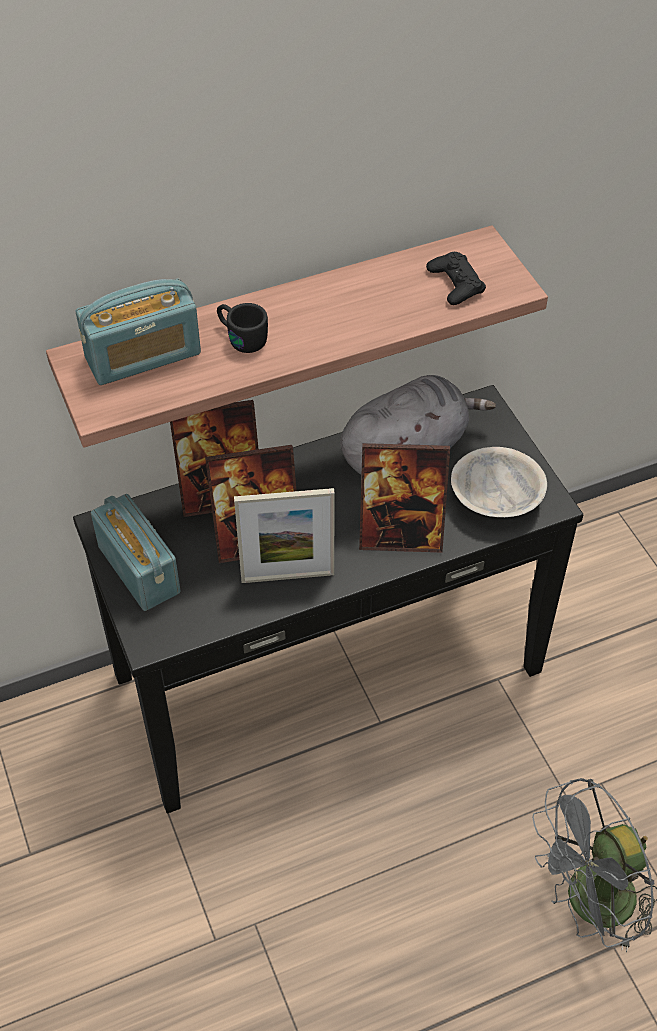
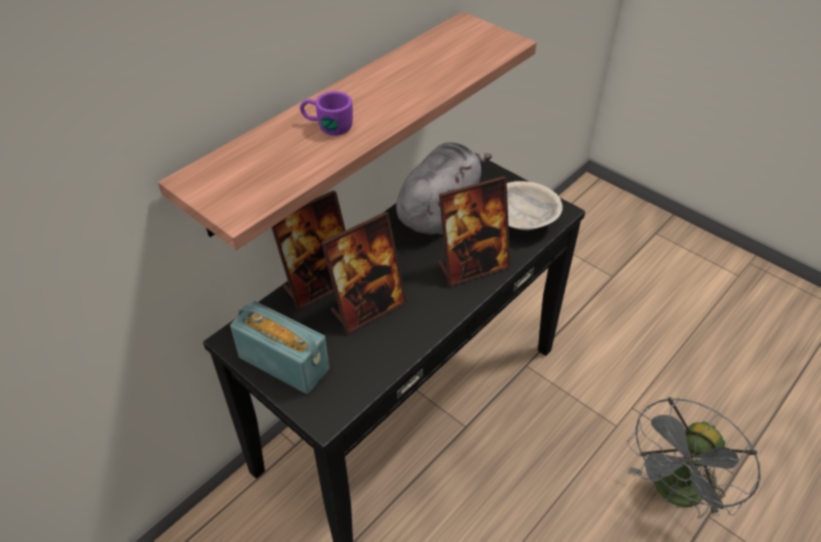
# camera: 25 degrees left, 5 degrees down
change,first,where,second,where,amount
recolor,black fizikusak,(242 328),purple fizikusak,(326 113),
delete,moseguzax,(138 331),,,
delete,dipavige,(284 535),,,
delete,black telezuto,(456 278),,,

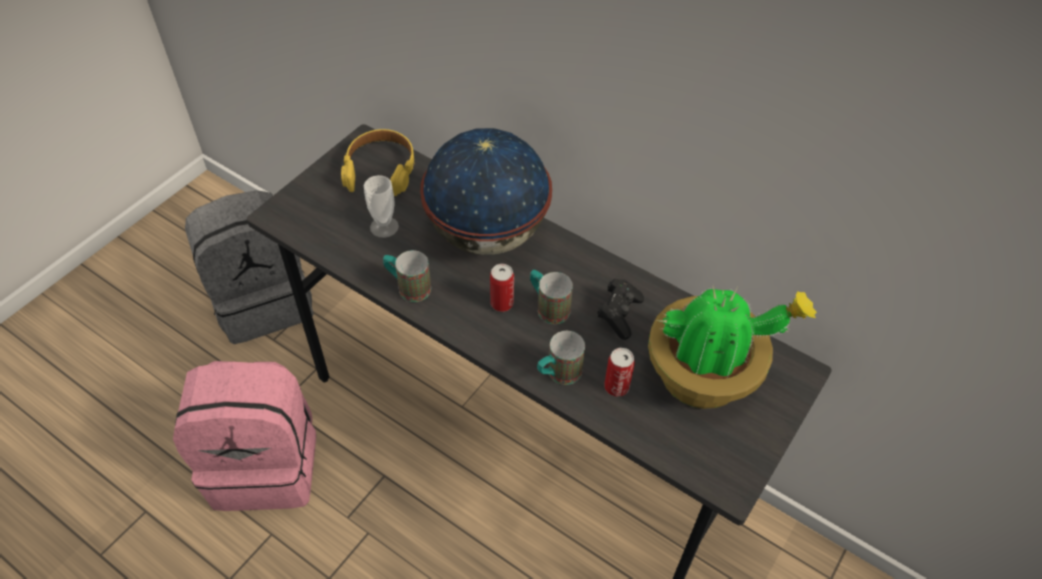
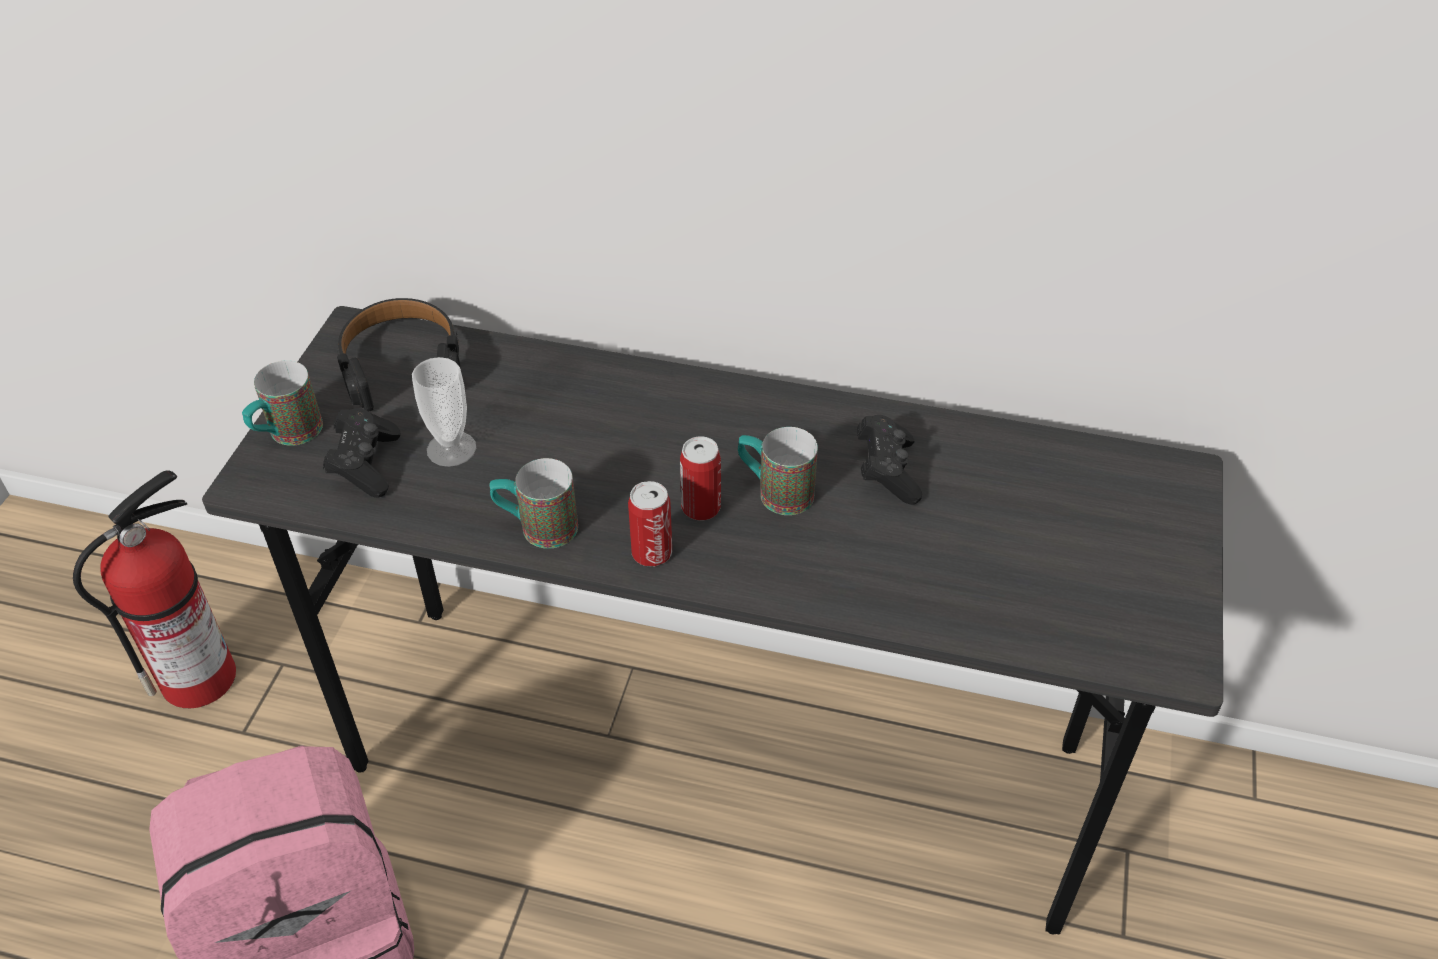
# camera: 20 degrees left, 5 degrees down
change,first,where,second,where,amount
replace,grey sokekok,(249 267),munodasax,(154 589),
move,fizikusak,(561 358),,(282 403),
insert,,,black telezuto,(361 453),
recolor,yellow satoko,(378 162),black satoko,(399 355),
move,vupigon,(619 372),,(650 523),
delete,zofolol,(486 191),,,
delete,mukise,(732 347),,,

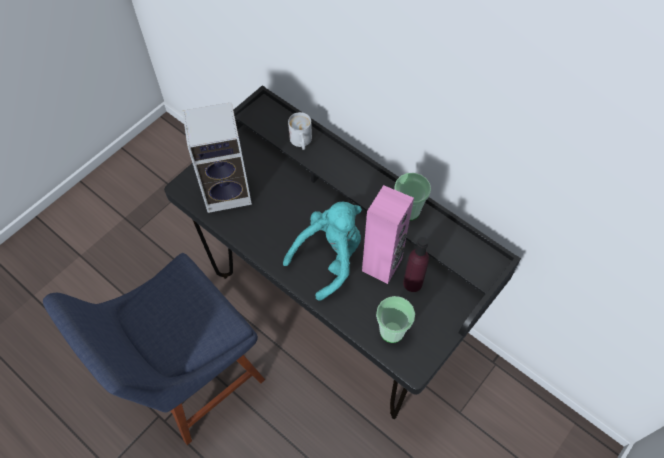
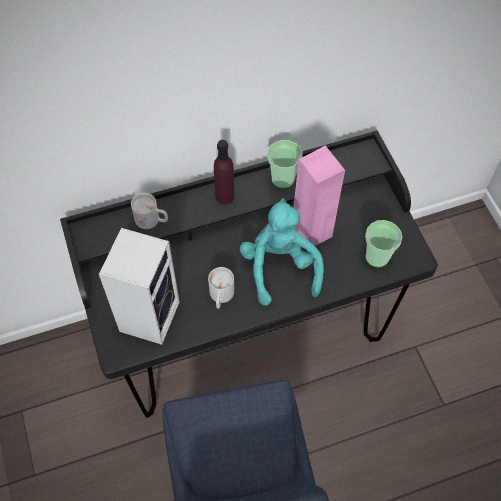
# camera: 60 degrees left, 0 degrees up
change,first,where,second,where,amount
insert,,,white fizikusak,(221 288),
move,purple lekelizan,(416 264),,(224 172),

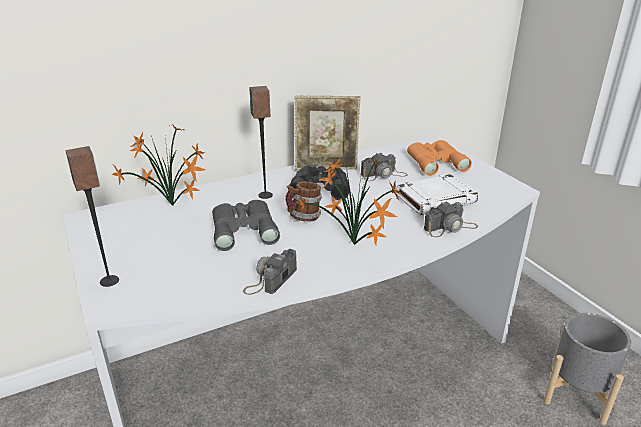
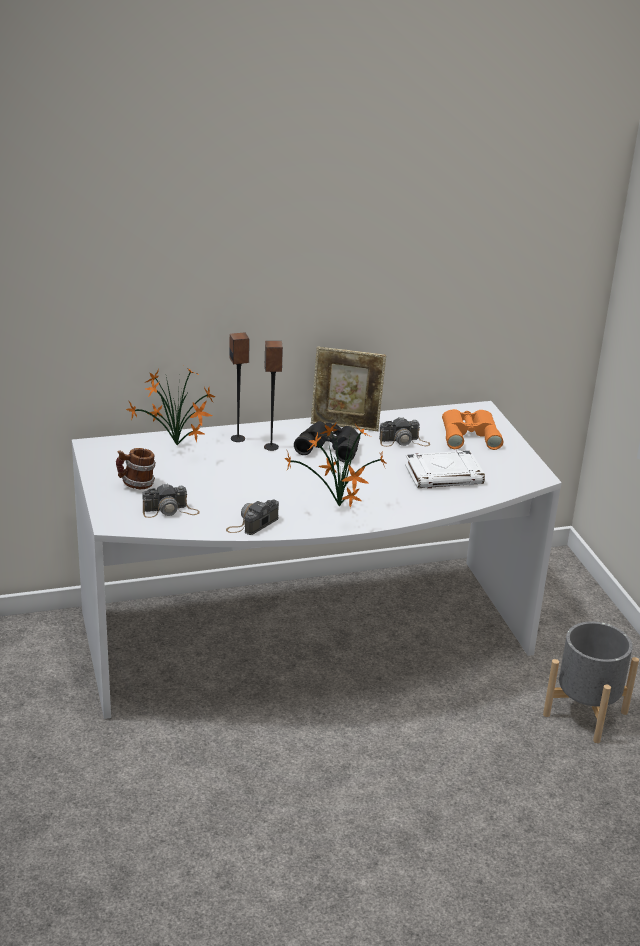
# camera: 10 degrees right, 0 degrees up
change,first,where,second,where,amount
move,fizikusak,(304 201),,(136 468),
move,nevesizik,(451 219),,(171 500),
move,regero,(92 216),,(239 387),
delete,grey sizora,(246 225),,,

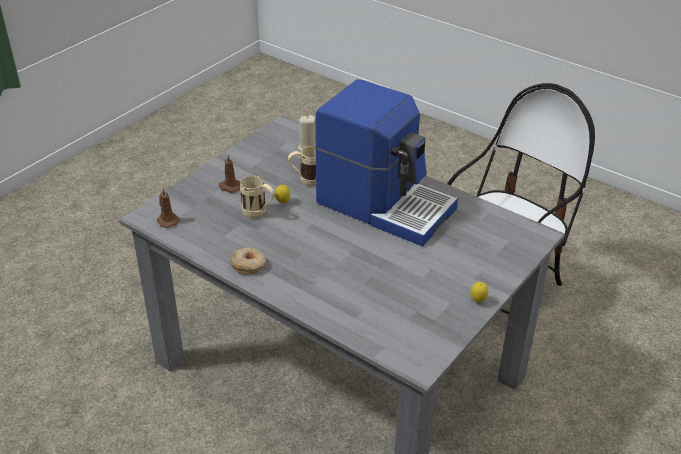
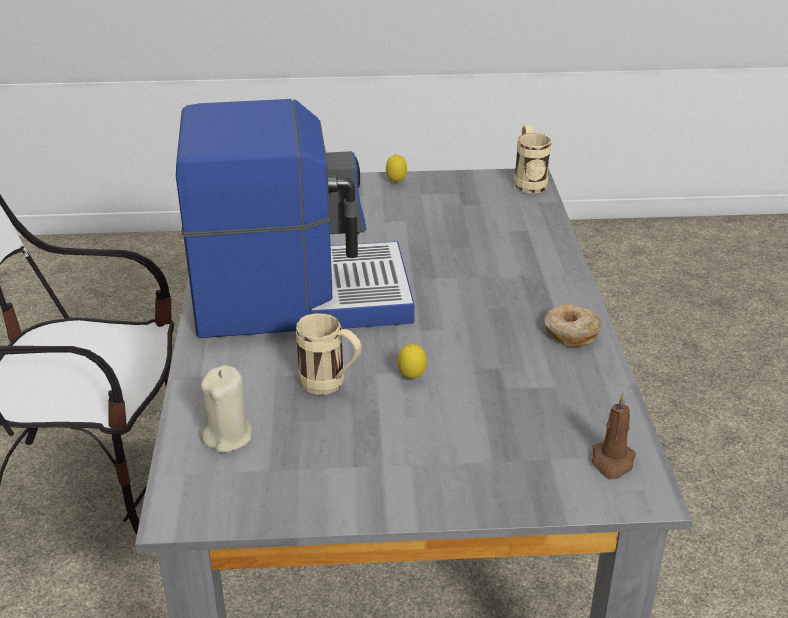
# camera: 130 degrees left, 5 degrees down
change,first,where,second,where,amount
rotate,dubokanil,(386 163),,(295 218),90 degrees clockwise
move,beige fizikusak,(257 197),,(532 159),
delete,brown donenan,(229 174),,,

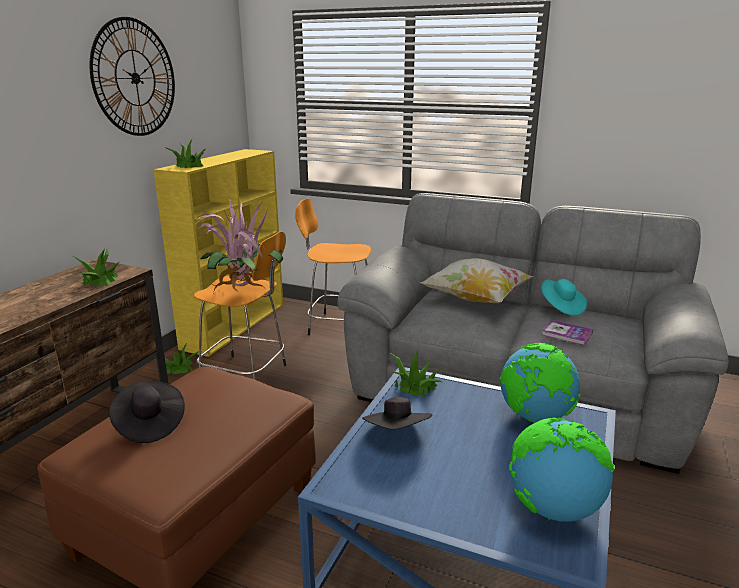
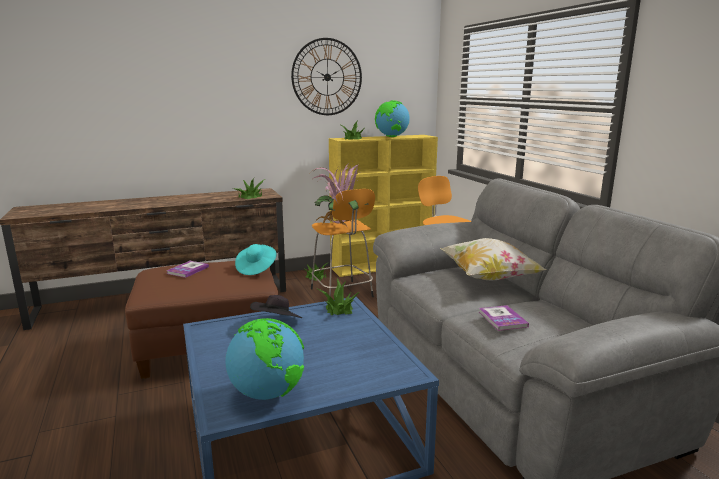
# camera: 45 degrees right, 5 degrees down
change,first,where,second,where,amount
replace,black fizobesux,(147 412),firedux,(188 269),
move,turquoise fizobesux,(564 297),,(256 259),
move,zofolol,(540 383),,(392 118),

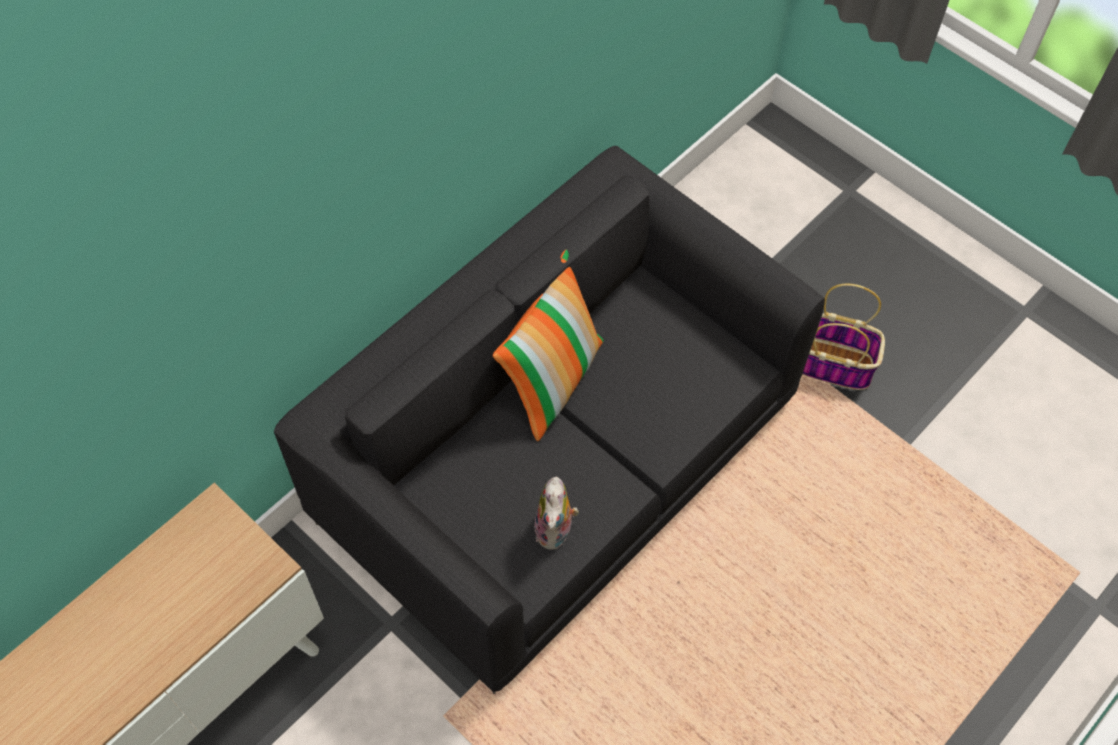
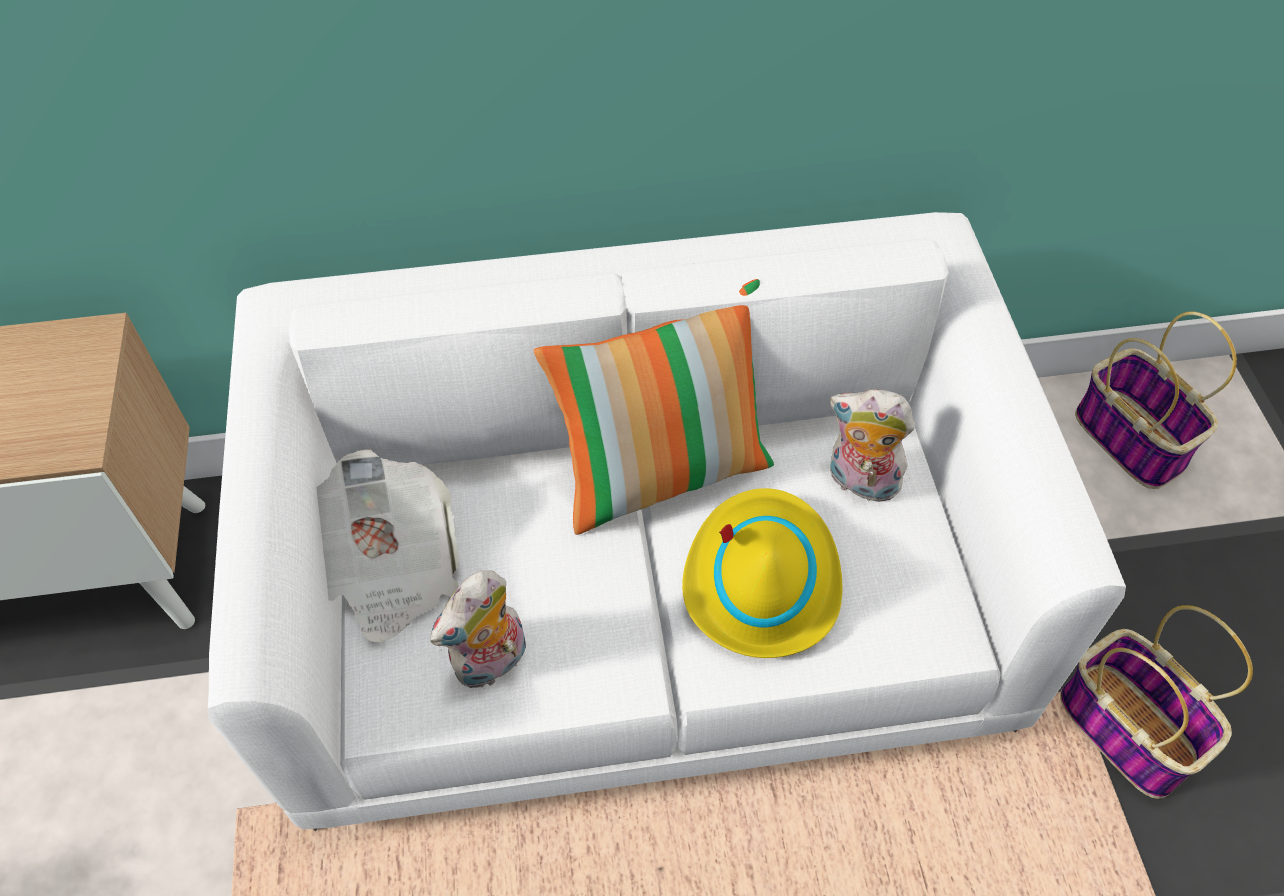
# camera: 40 degrees right, 5 degrees down
change,first,where,second,where,amount
recolor,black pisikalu,(549 420),white pisikalu,(667 522),
insert,,,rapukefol,(387 546),
insert,,,yellow fizobesux,(762 573),
insert,,,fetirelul,(872 445),
insert,,,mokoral,(1156 400),

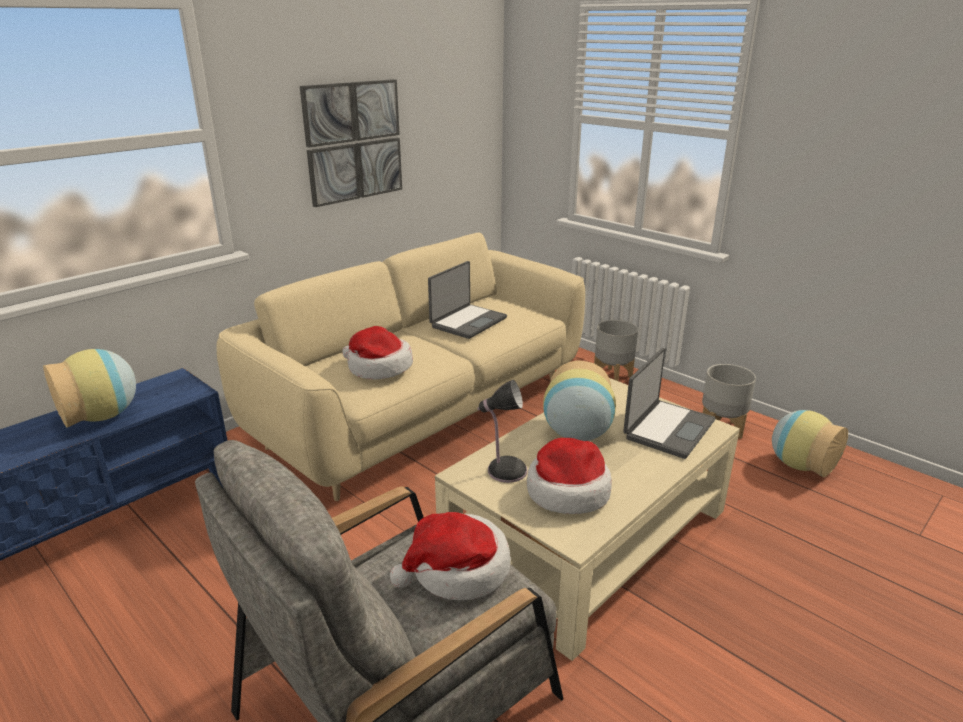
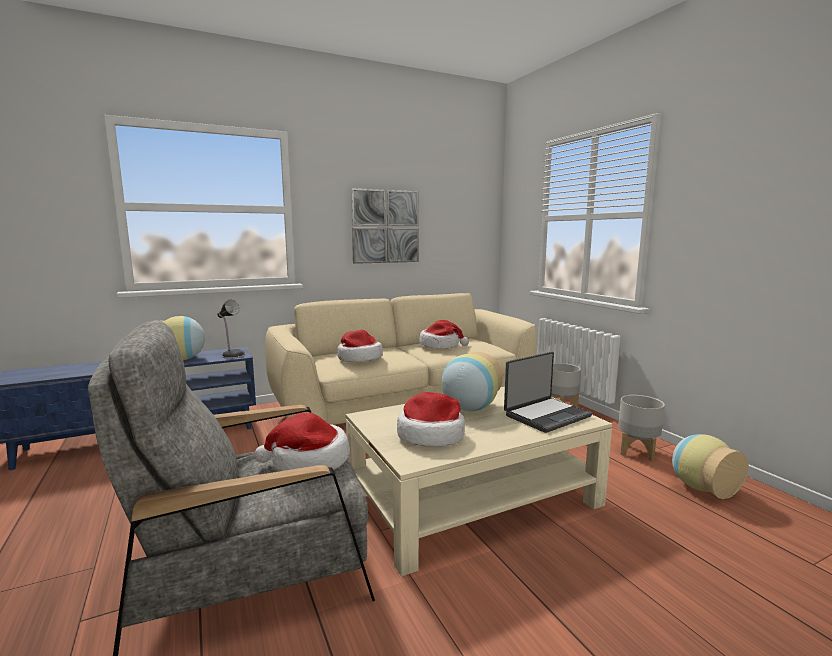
# camera: 20 degrees right, 15 degrees down
change,first,where,second,where,amount
move,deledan,(502 431),,(231 329),
replace,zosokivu,(467 300),fizobesux,(444 334),

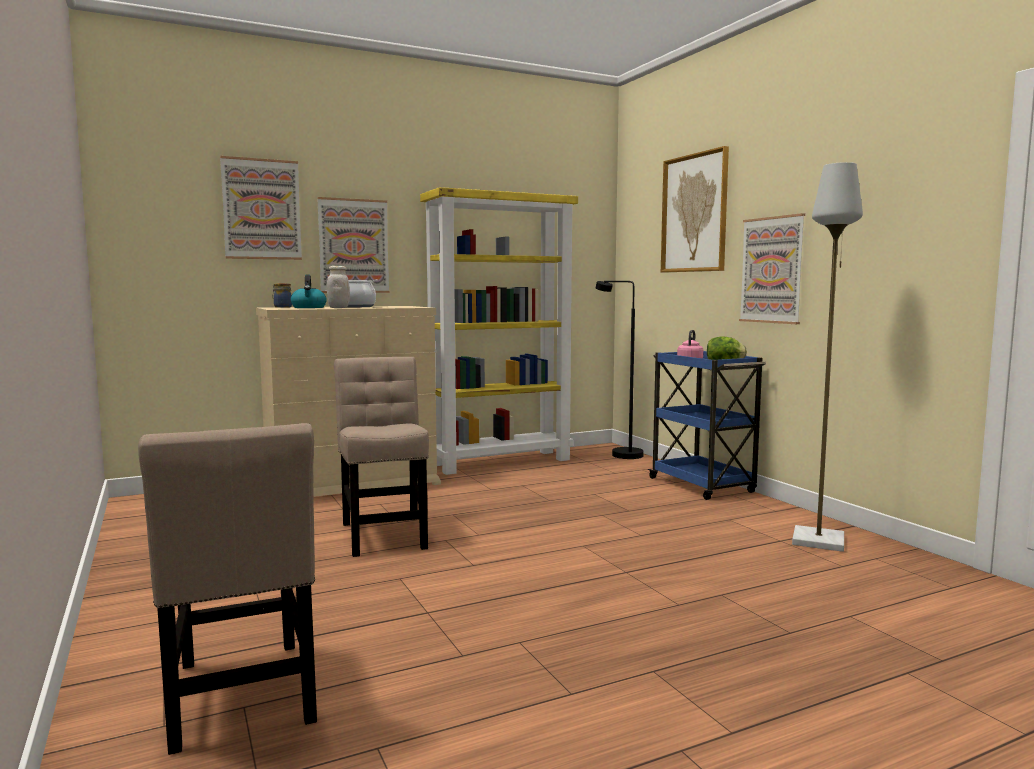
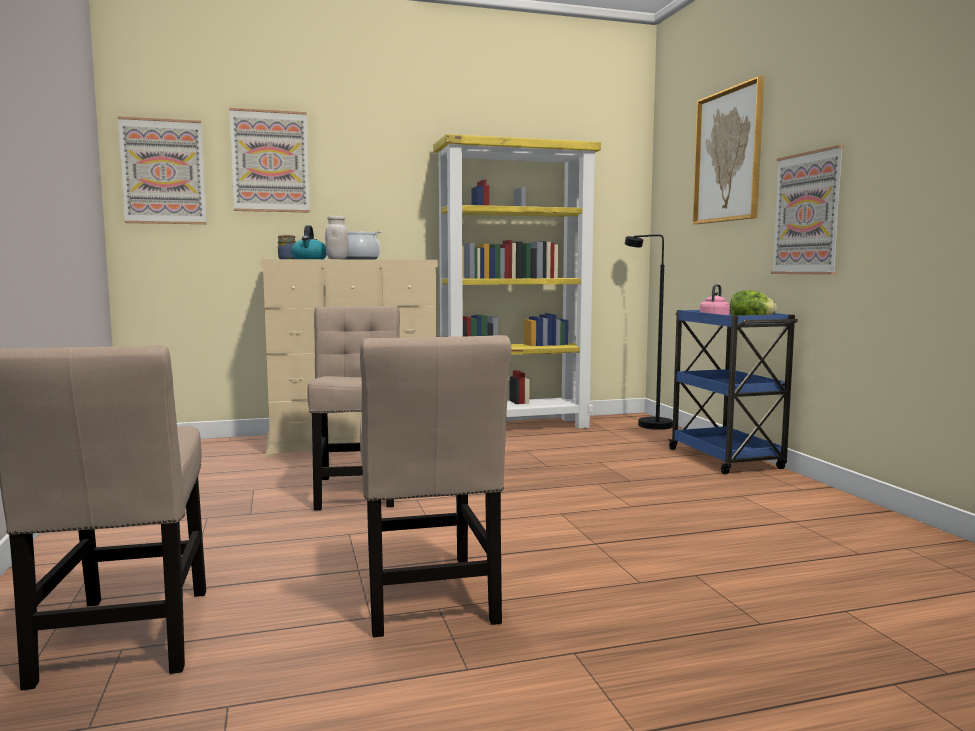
# camera: 10 degrees right, 0 degrees up
change,first,where,second,where,amount
move,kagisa,(353 245),,(162 170),
insert,,,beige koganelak,(435 486),
delete,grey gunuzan,(827 357),,,

